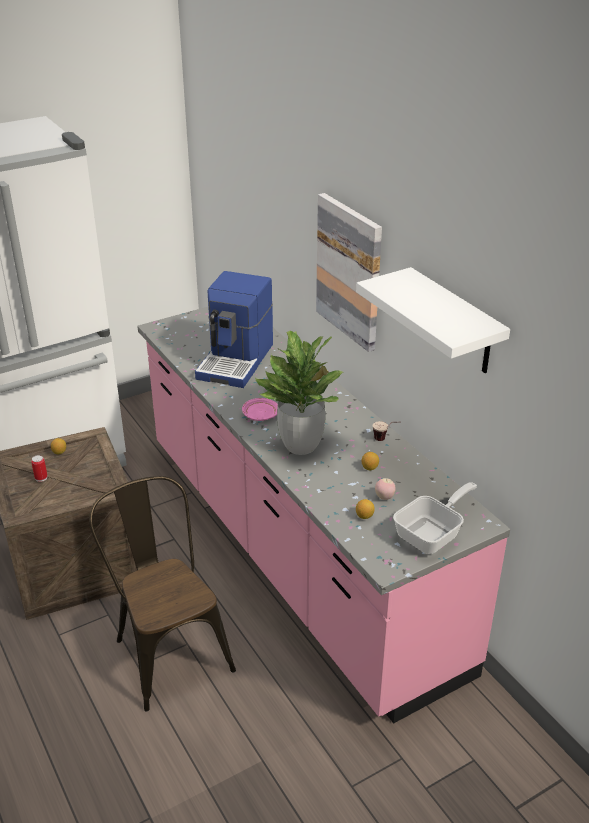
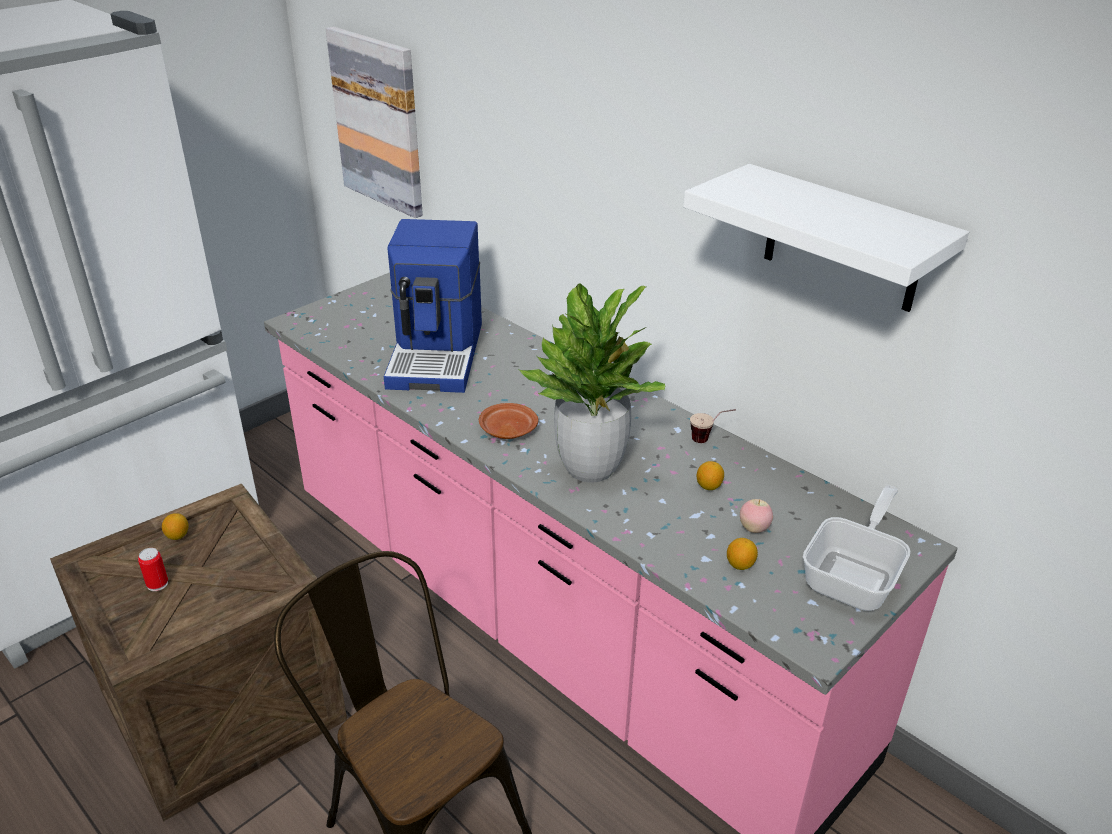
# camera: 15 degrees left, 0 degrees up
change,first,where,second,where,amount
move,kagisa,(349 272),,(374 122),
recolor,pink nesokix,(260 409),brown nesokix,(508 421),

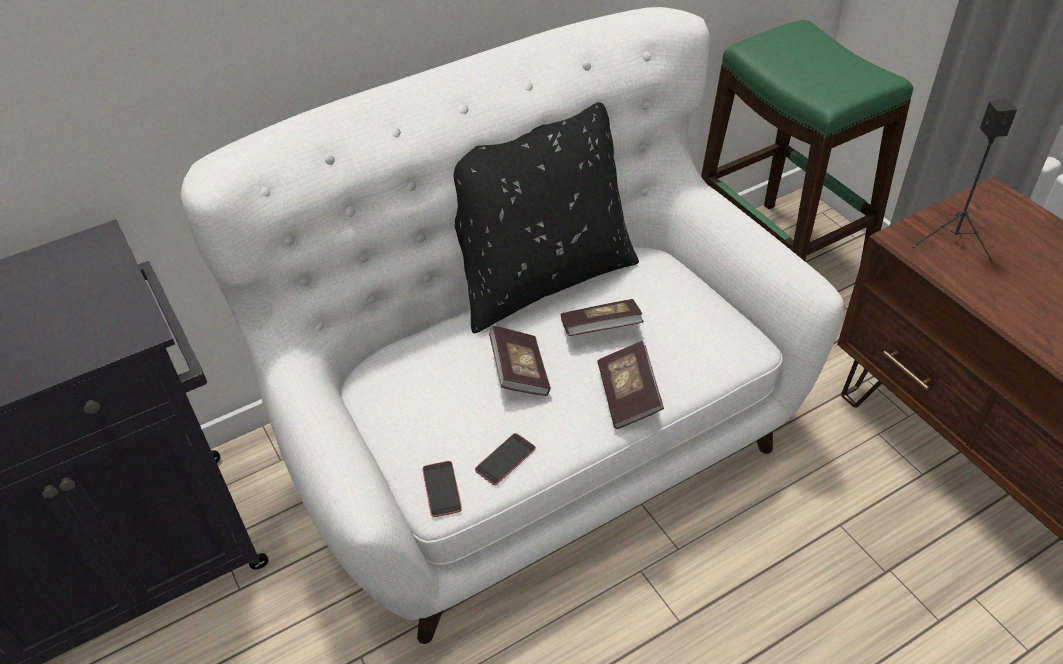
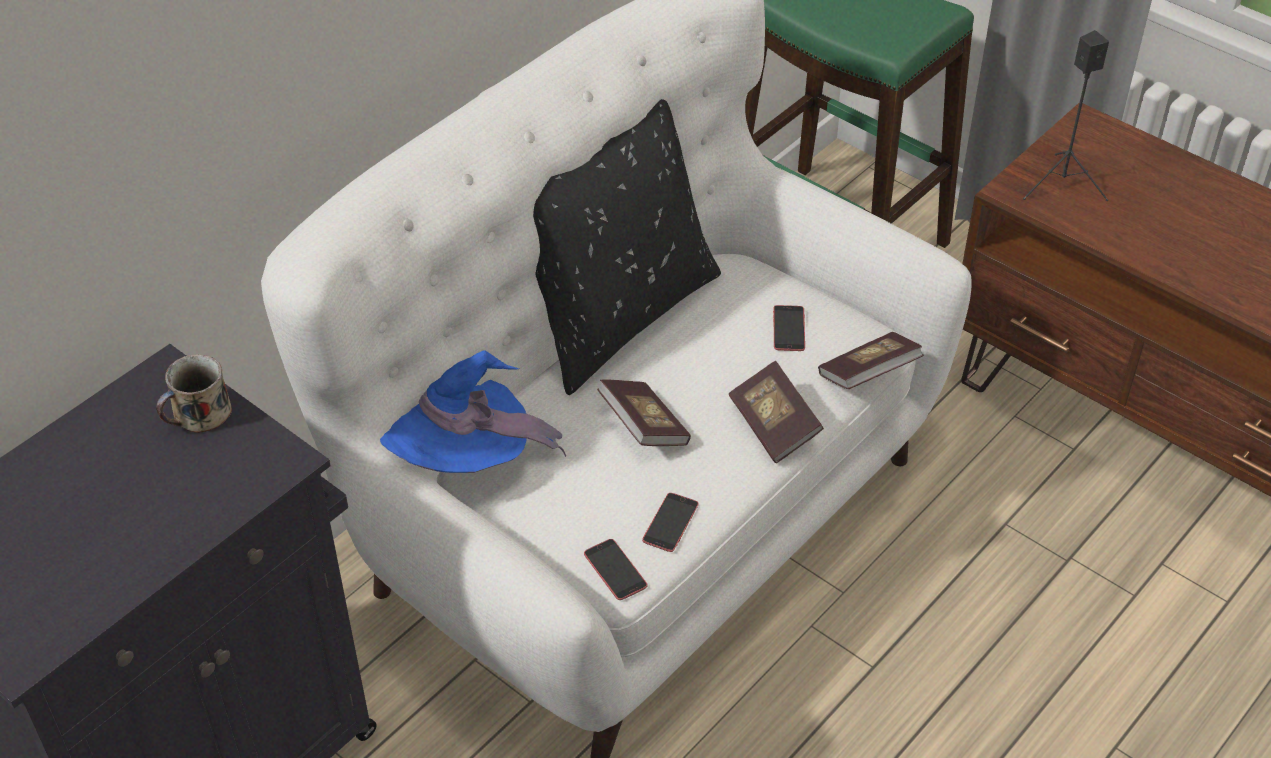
# camera: 20 degrees left, 0 degrees up
change,first,where,second,where,amount
insert,,,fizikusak,(194 393),
insert,,,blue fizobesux,(473 411),
insert,,,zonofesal,(789 328),
move,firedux,(602 317),,(871 360),

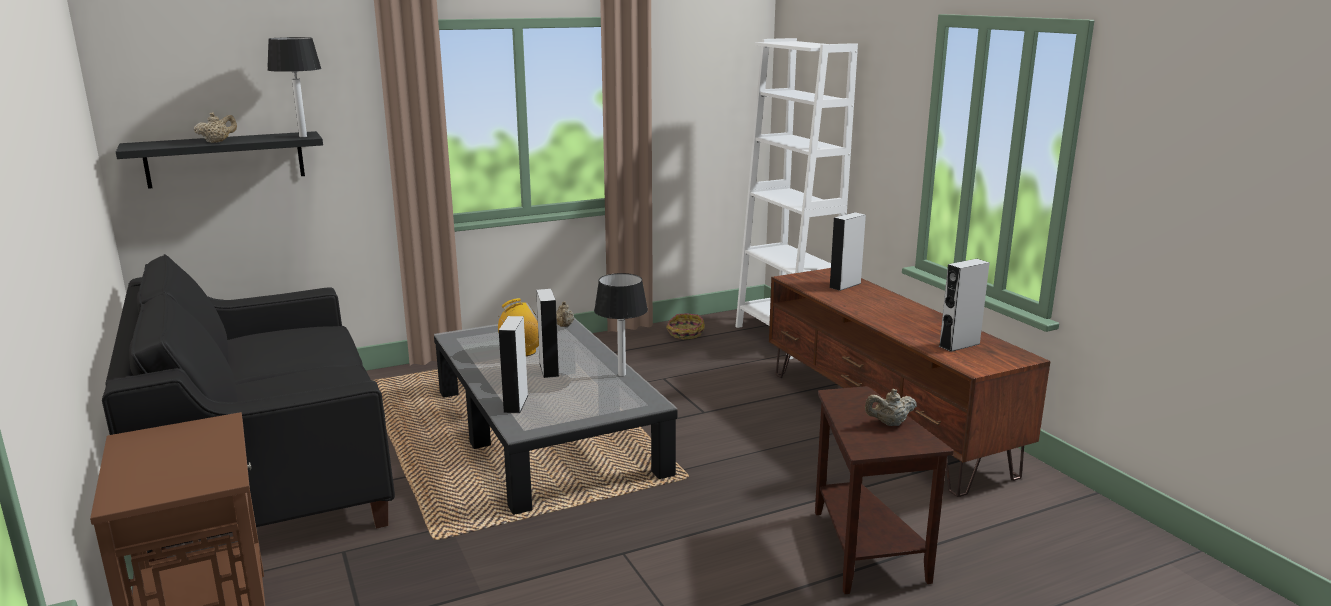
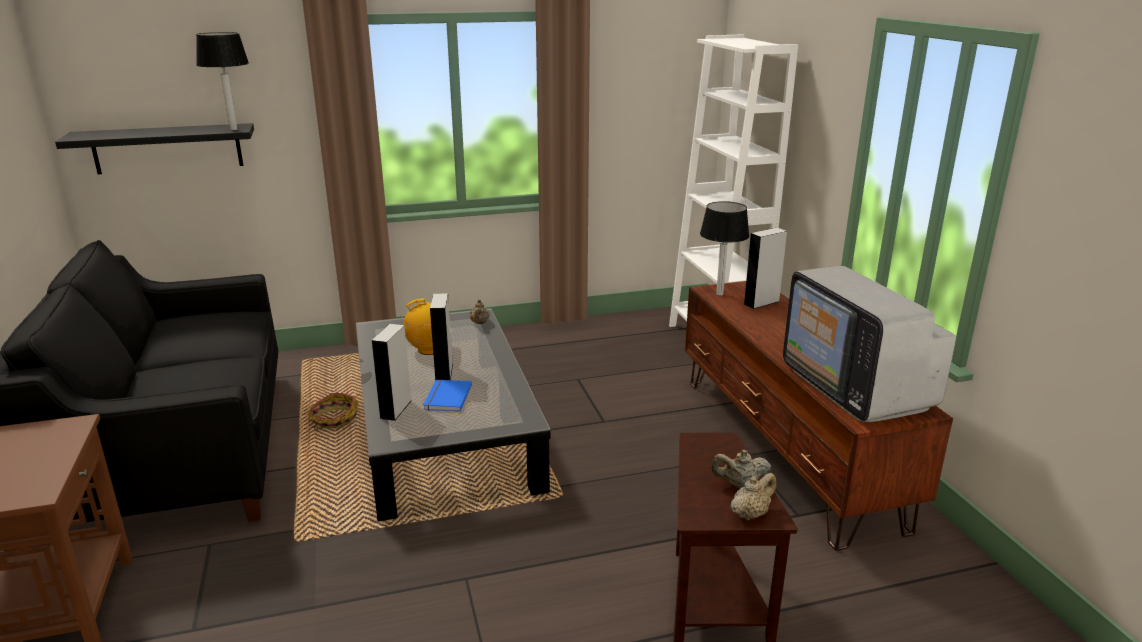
# camera: 10 degrees right, 5 degrees up
change,first,where,second,where,amount
move,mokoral,(685 326),,(333 411),
insert,,,blue firedux,(447 395),
move,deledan,(621 325),,(724 248),
move,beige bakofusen,(215 127),,(753 496),
replace,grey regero,(964 305),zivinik,(869 344),

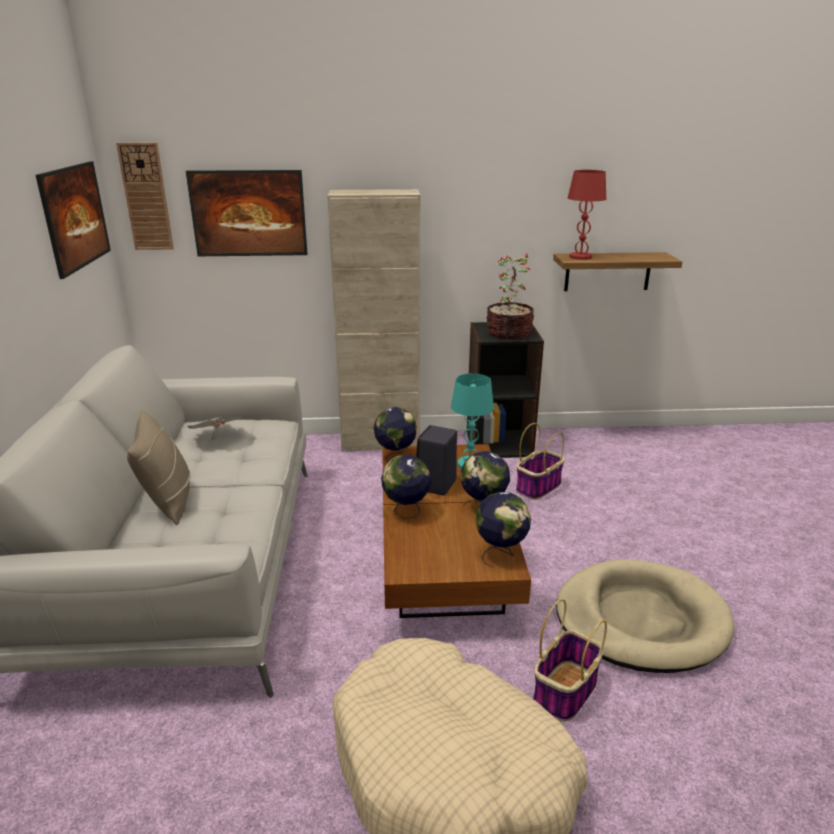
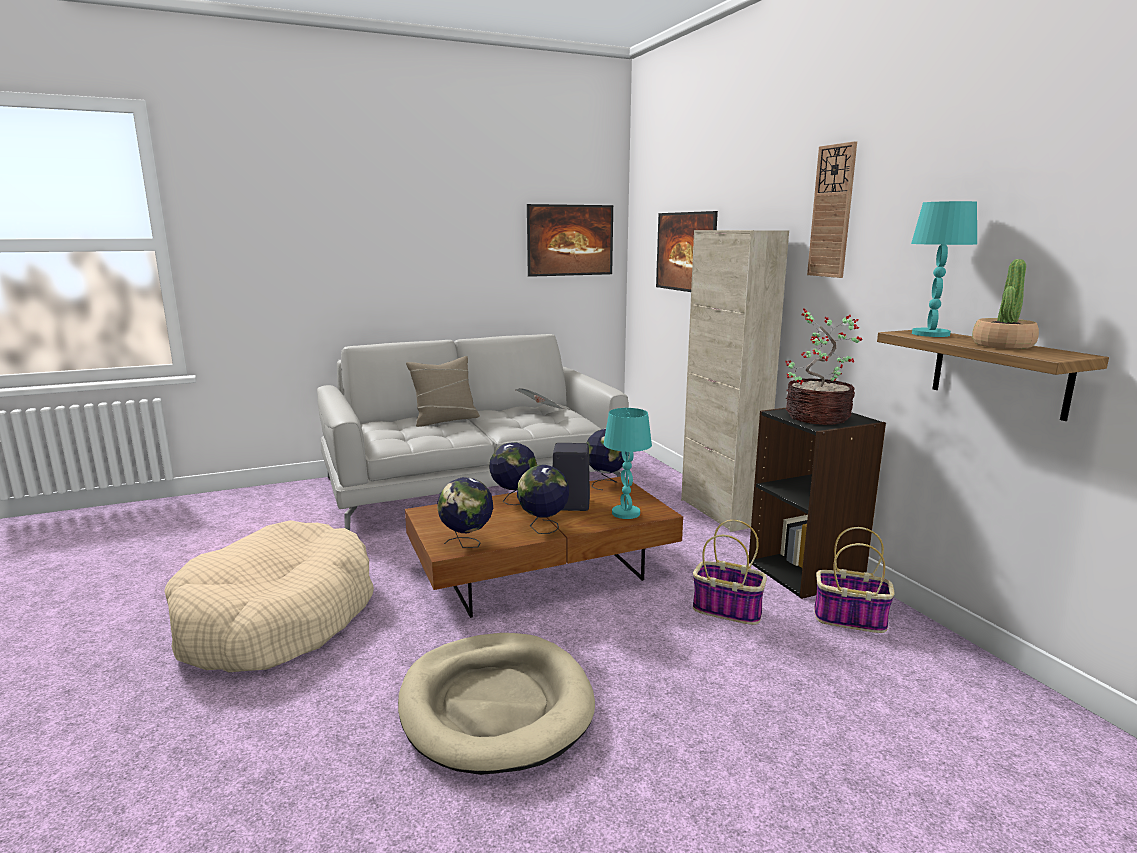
# camera: 70 degrees right, 10 degrees down
change,first,where,second,where,amount
move,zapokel,(145 196),,(832 209),
move,mokoral,(570 660),,(854 580),
recolor,red deledan,(587 215),turquoise deledan,(944 269),
insert,,,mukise,(1005 304),

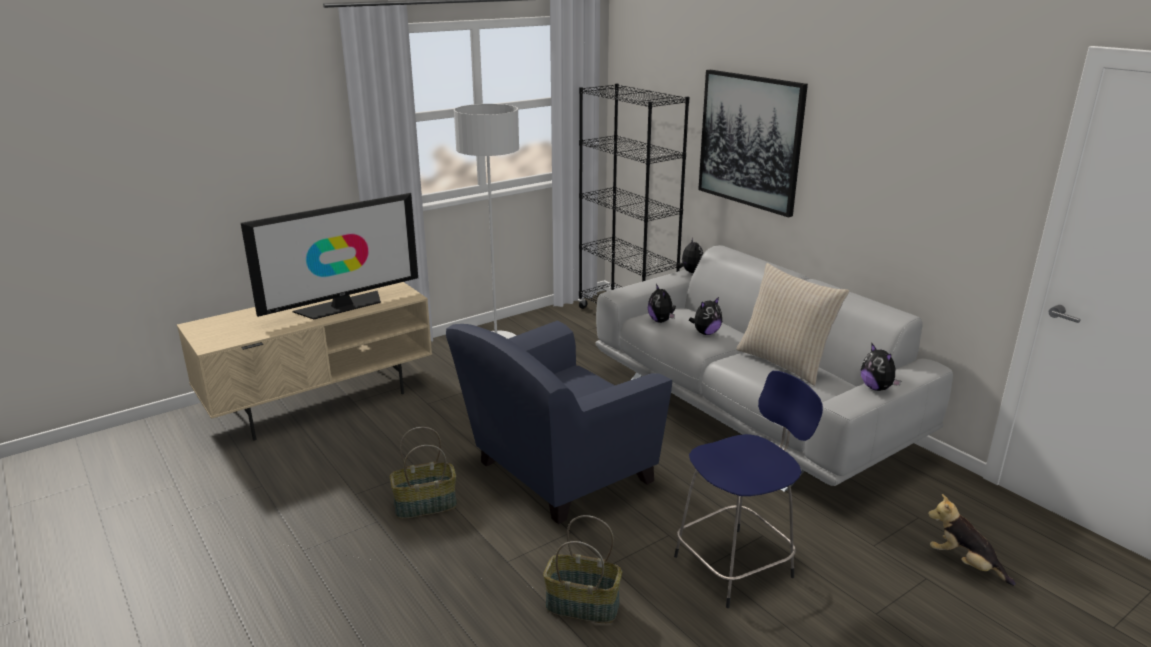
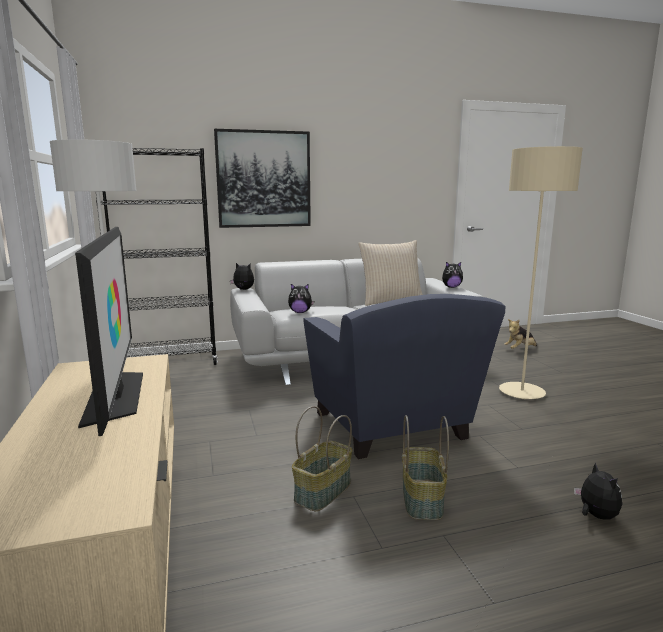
# camera: 70 degrees left, 10 degrees down
change,first,where,second,where,amount
move,mokoral,(582 569),,(322 458),
replace,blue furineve,(748 489),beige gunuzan,(541 272),
move,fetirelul,(705 316),,(598 491),

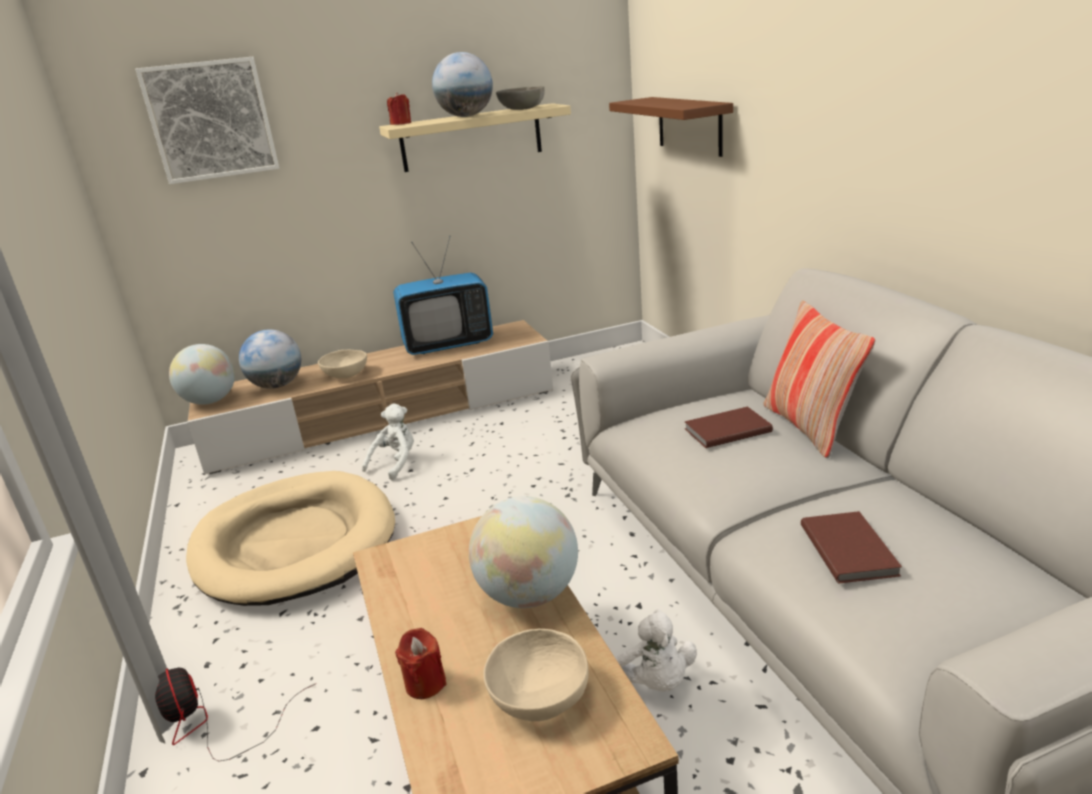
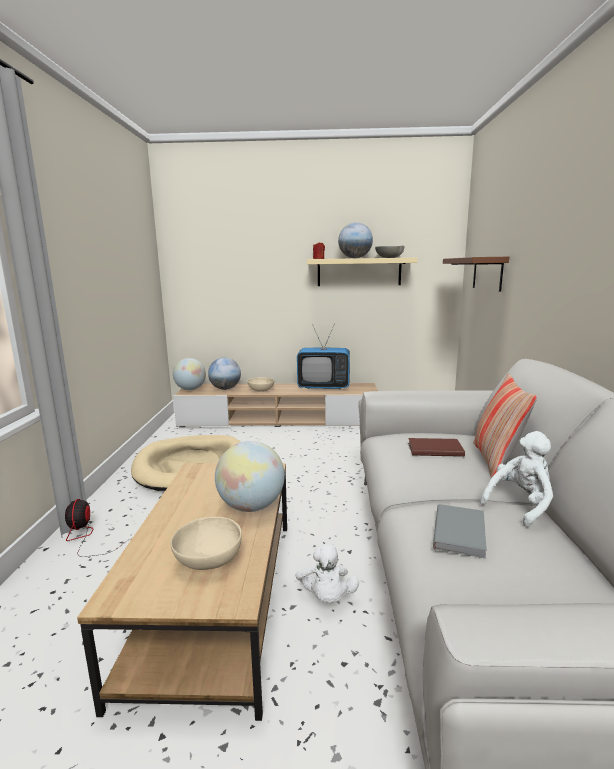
# camera: 20 degrees right, 10 degrees down
change,first,where,second,where,amount
recolor,brown firedux,(851 547),grey firedux,(460 531),
move,white fetirelul,(388 442),,(516 479),
delete,kagisa,(207 120),,,
delete,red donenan,(421 663),,,

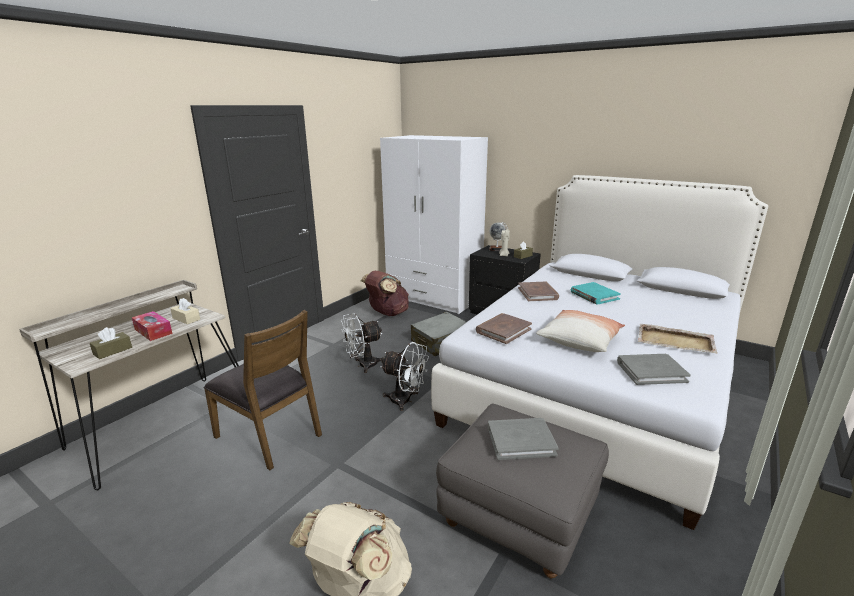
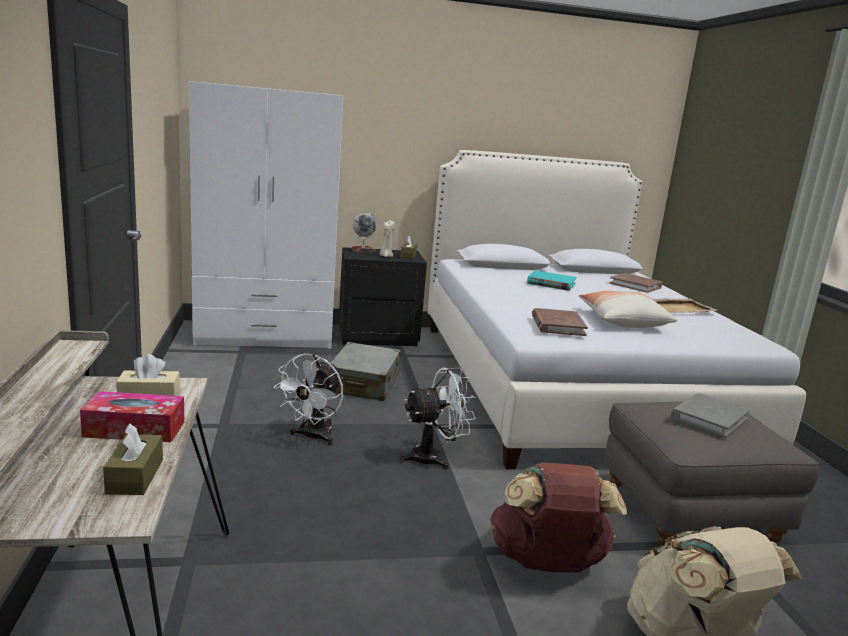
# camera: 45 degrees left, 5 degrees down
change,first,where,second,where,amount
move,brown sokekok,(385 293),,(558 517),
move,brown firedux,(538 291),,(635 283),
delete,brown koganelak,(262 390),,,
delete,grey firedux,(654 369),,,

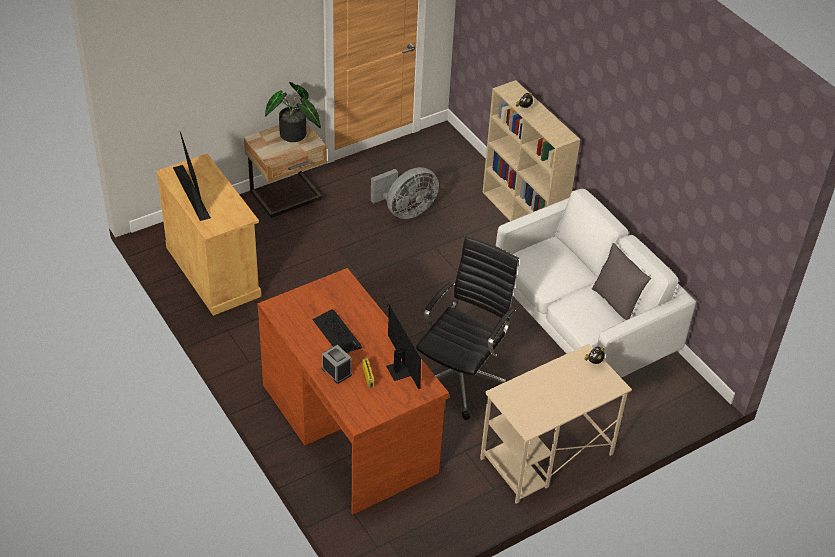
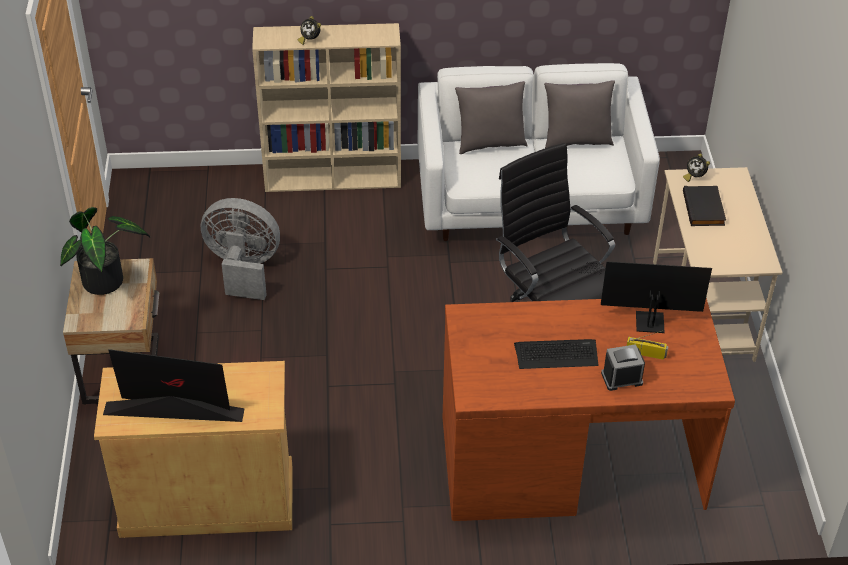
# camera: 60 degrees left, 0 degrees up
change,first,where,second,where,amount
rotate,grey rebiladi,(405 193),,(240 249),75 degrees counterclockwise
insert,,,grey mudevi,(491 117),
insert,,,black firedux,(704 206),

